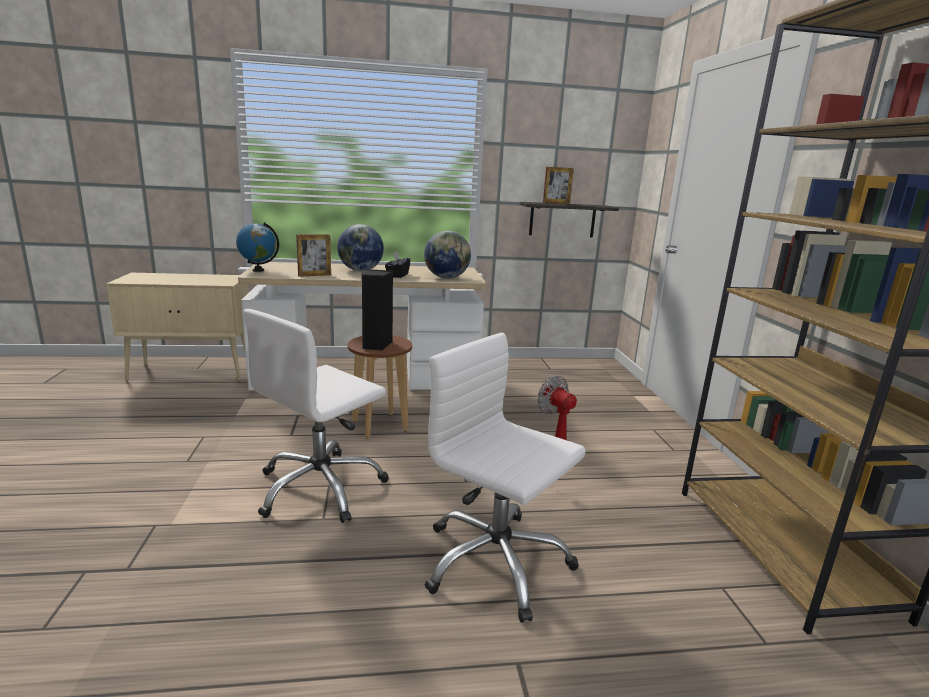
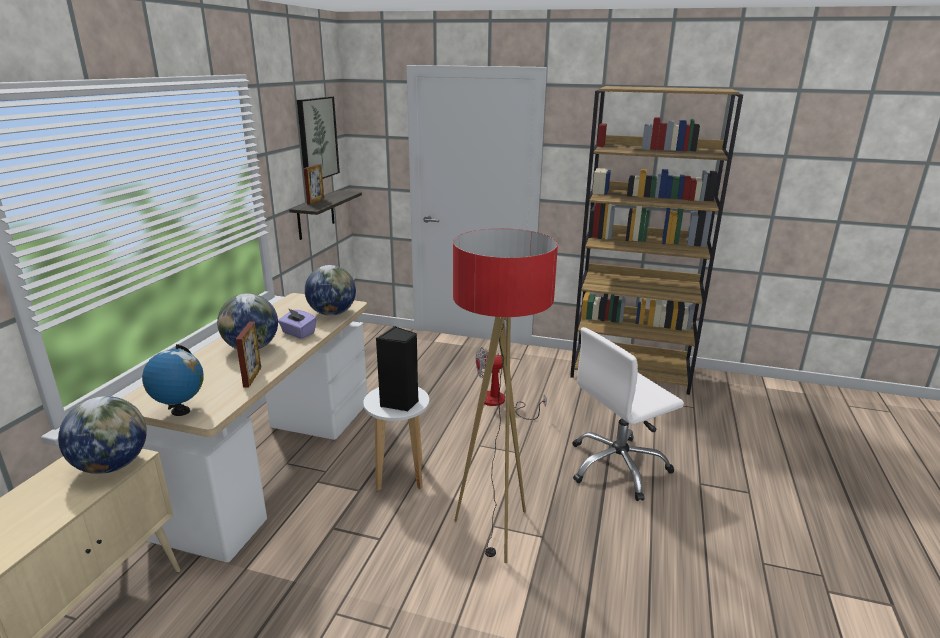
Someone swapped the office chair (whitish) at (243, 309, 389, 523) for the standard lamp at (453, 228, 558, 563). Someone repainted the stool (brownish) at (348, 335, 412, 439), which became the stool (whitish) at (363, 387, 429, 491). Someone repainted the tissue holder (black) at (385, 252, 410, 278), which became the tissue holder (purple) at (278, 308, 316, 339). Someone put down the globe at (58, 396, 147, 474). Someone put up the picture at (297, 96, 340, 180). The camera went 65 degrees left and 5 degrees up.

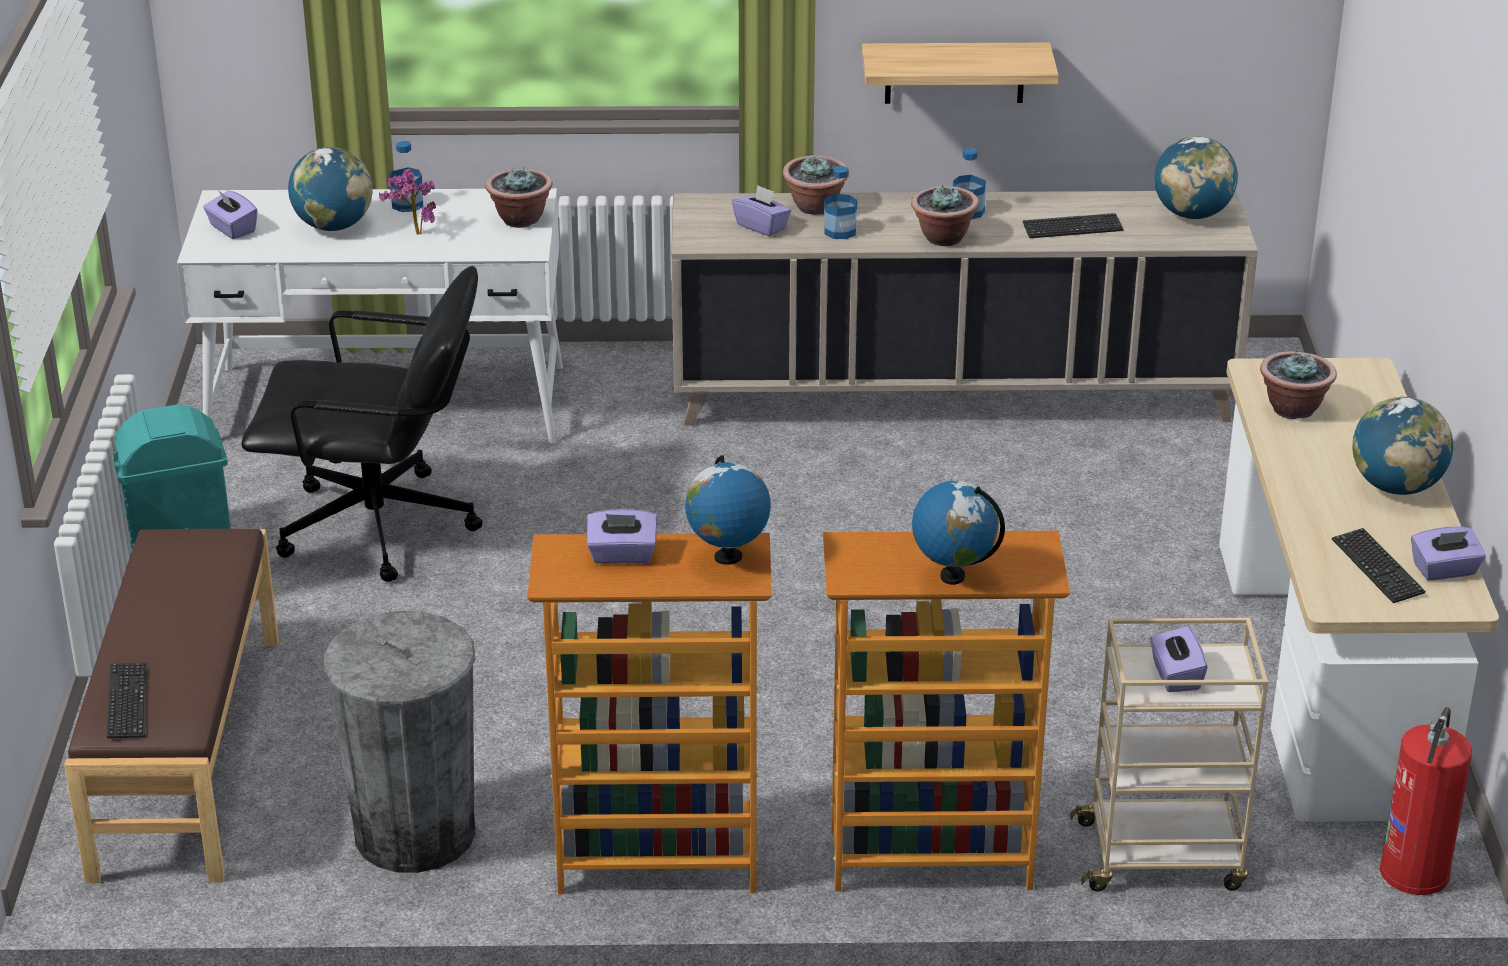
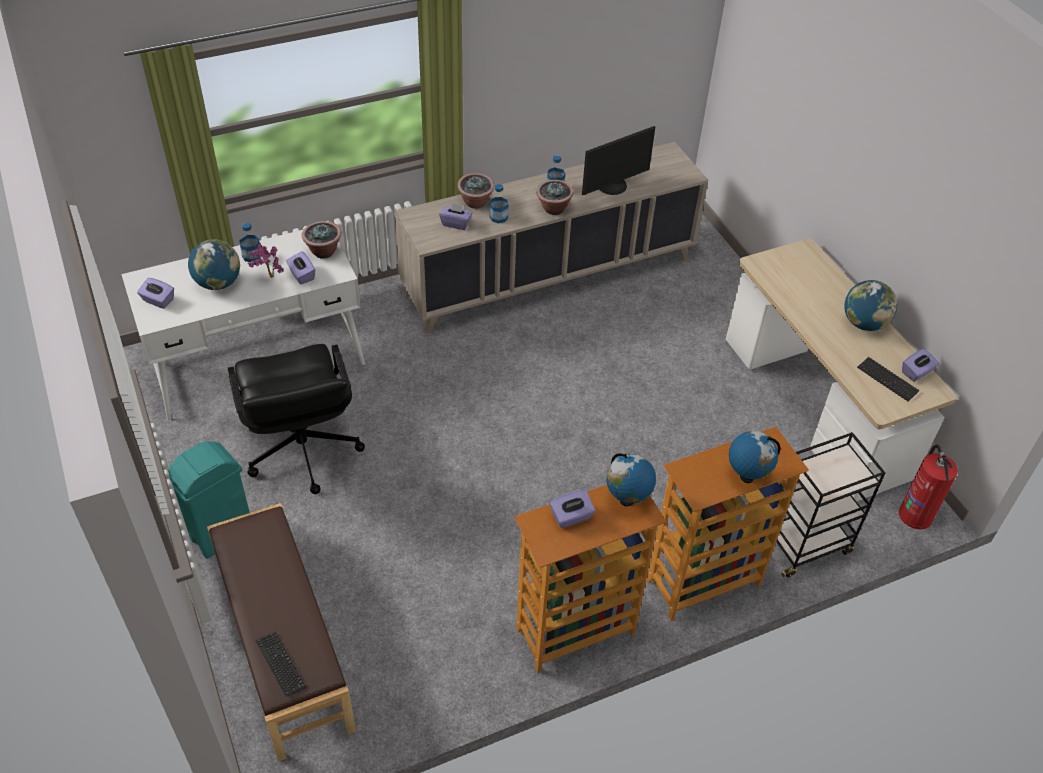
Someone rotated the office chair (black) at (242, 266, 483, 582) by 90 degrees clockwise. Someone took away the trash can (greyish) at (324, 611, 476, 873). Someone took away the wall shelf at (862, 43, 1059, 104). Someone swapped the computer keyboard at (1022, 213, 1124, 238) for the computer display at (582, 126, 655, 195). Someone repainted the wheeled cart (beige) at (1070, 618, 1268, 892), which became the wheeled cart (black) at (771, 432, 885, 577). Someone carried the tissue holder (purple) from (1150, 626, 1208, 692) to (286, 251, 315, 284). Someone took away the globe at (1154, 136, 1238, 219). Someone took away the houseplant at (1260, 351, 1337, 419). The camera went 25 degrees left and 15 degrees up.

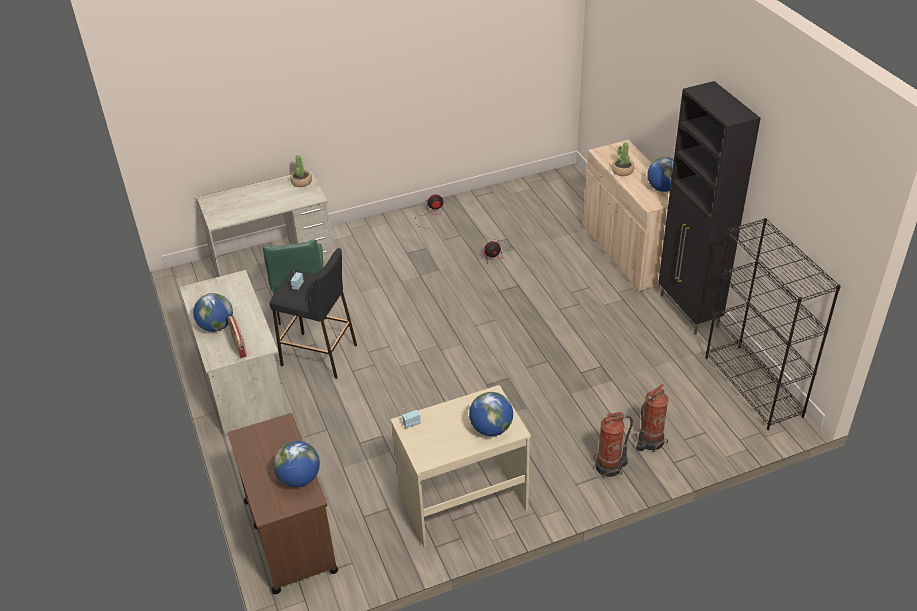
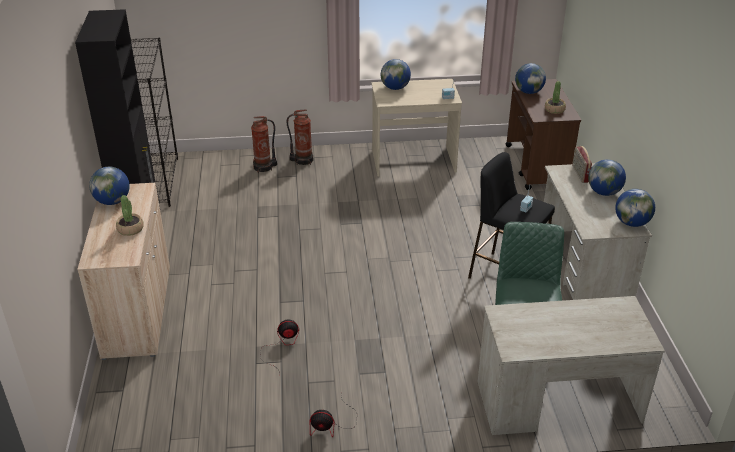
Someone carried the houseplant from (290, 155, 312, 187) to (545, 81, 566, 114). Someone put down the globe at (615, 189, 655, 227). The camera went 165 degrees left and 5 degrees down.

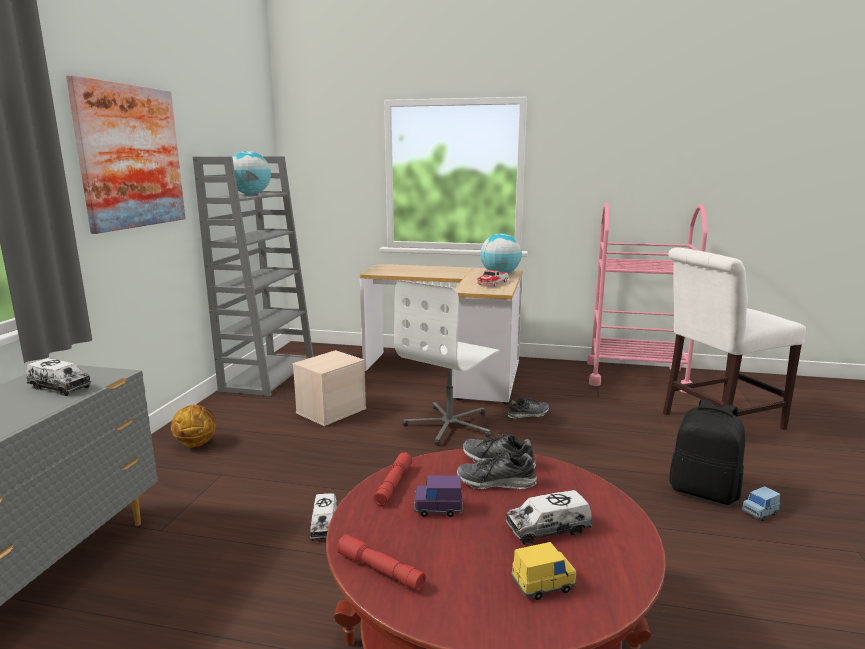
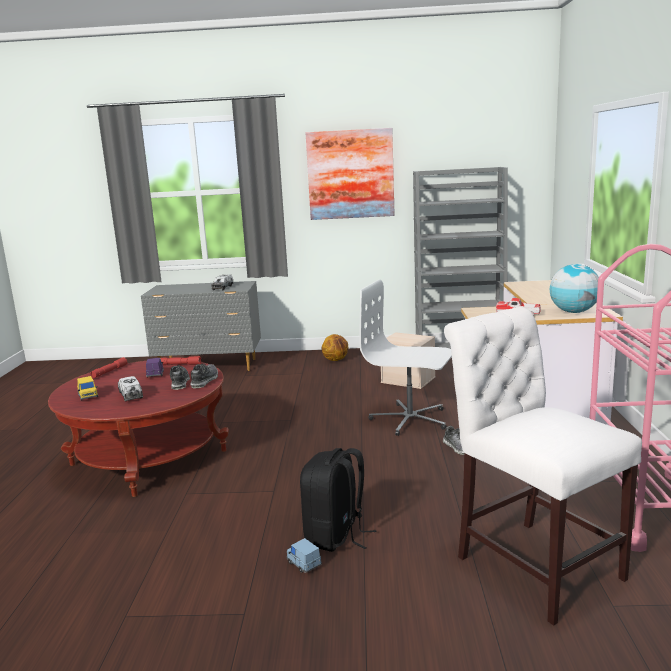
Someone took away the globe at (232, 151, 271, 194). Someone took away the toy truck at (310, 493, 337, 541). The camera went 80 degrees right and 0 degrees up.

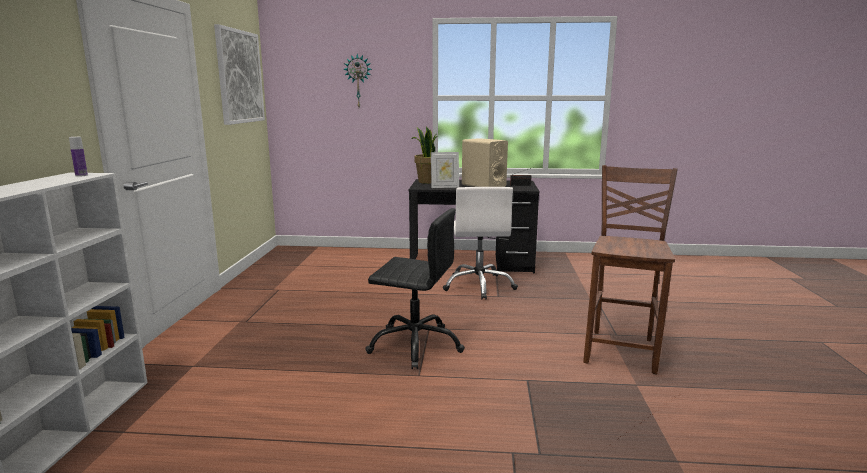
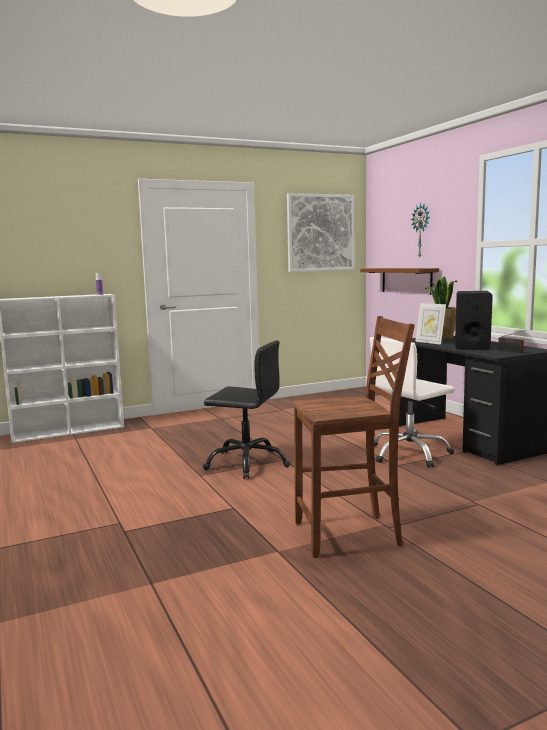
Someone rotated the office chair (black) at (365, 208, 465, 369) by 60 degrees counterclockwise. Someone repainted the audio speaker (beige) at (462, 138, 508, 187), which became the audio speaker (black) at (455, 291, 493, 350). Someone put up the wall shelf (brownish) at (360, 268, 439, 295). The camera went 60 degrees right and 5 degrees down.

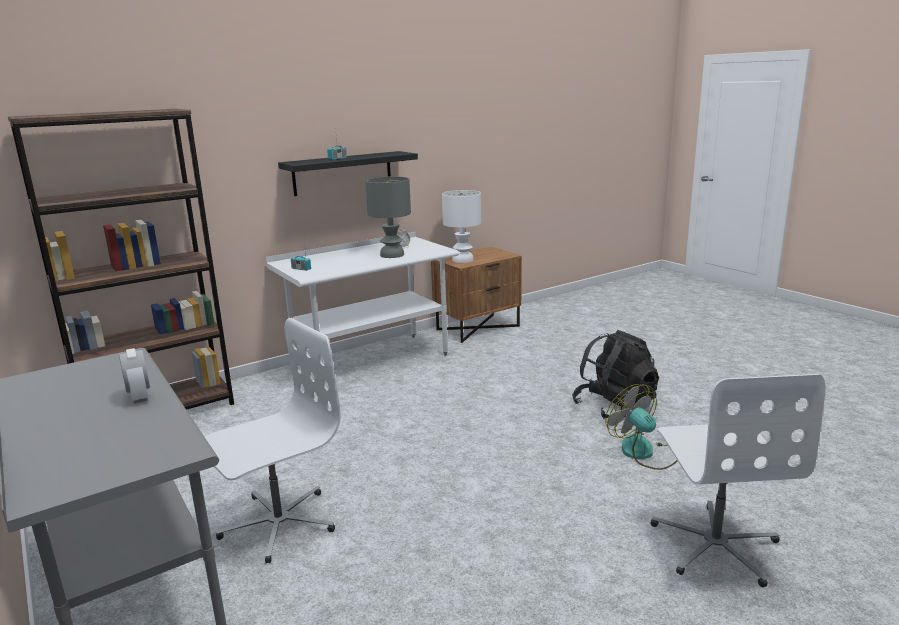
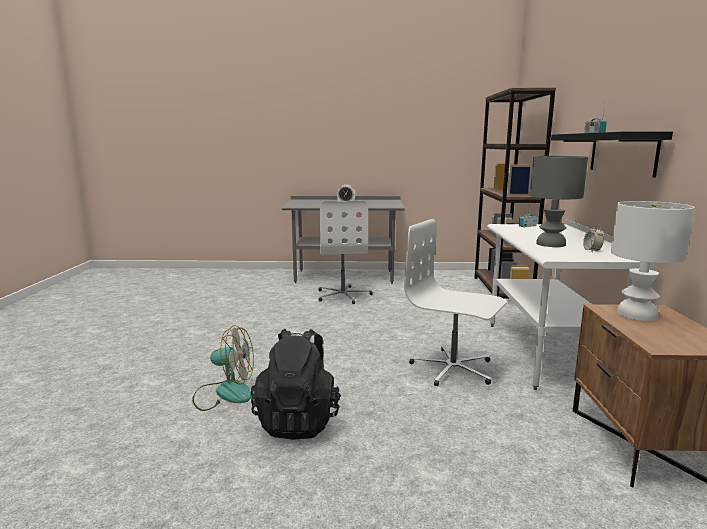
Someone carried the office chair (whitish) from (651, 374, 825, 587) to (404, 219, 507, 386). The camera went 125 degrees right and 5 degrees down.

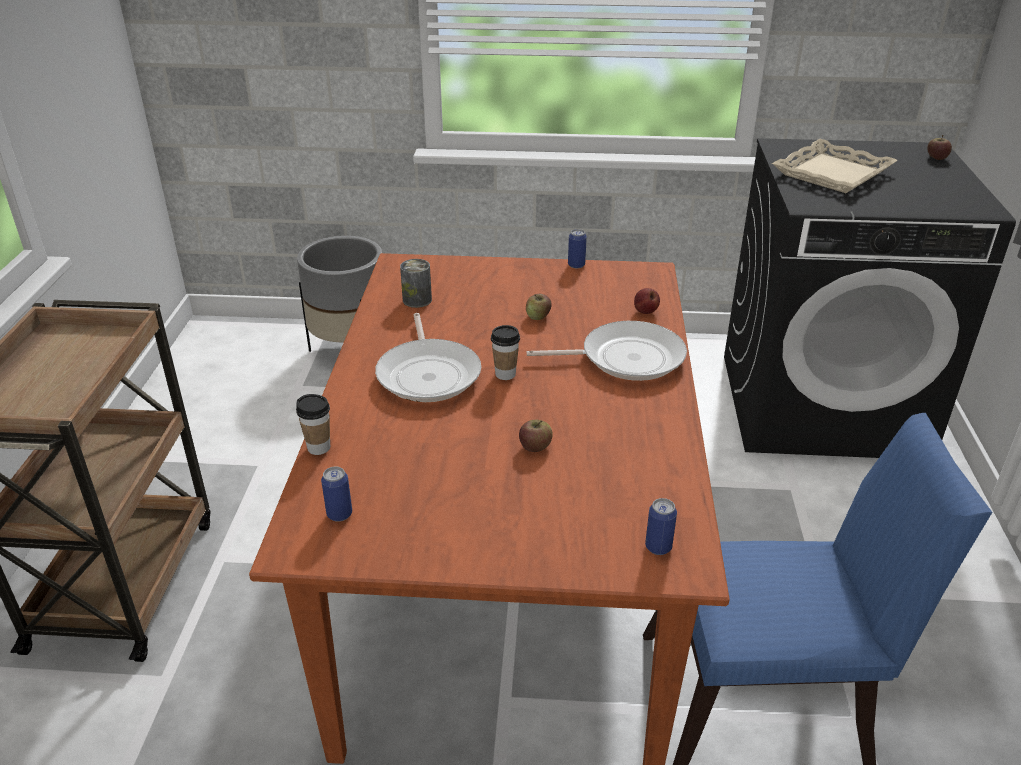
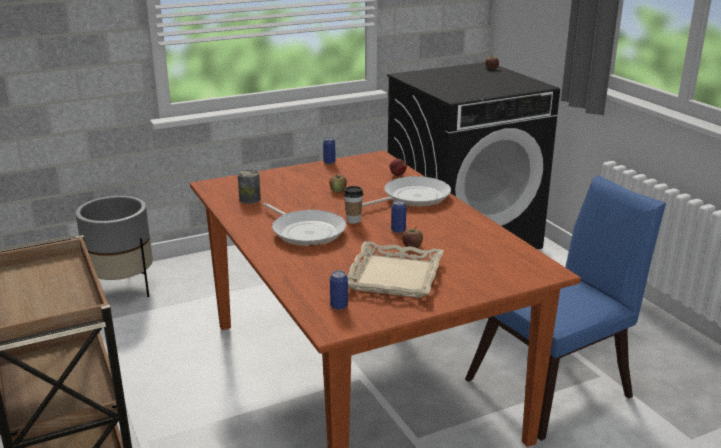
Someone took away the cup at (296, 394, 330, 455). Someone carried the can from (645, 498, 677, 555) to (391, 200, 406, 233). Someone carried the tray (beige) from (772, 139, 898, 193) to (347, 241, 444, 298). The camera went 30 degrees left and 10 degrees down.

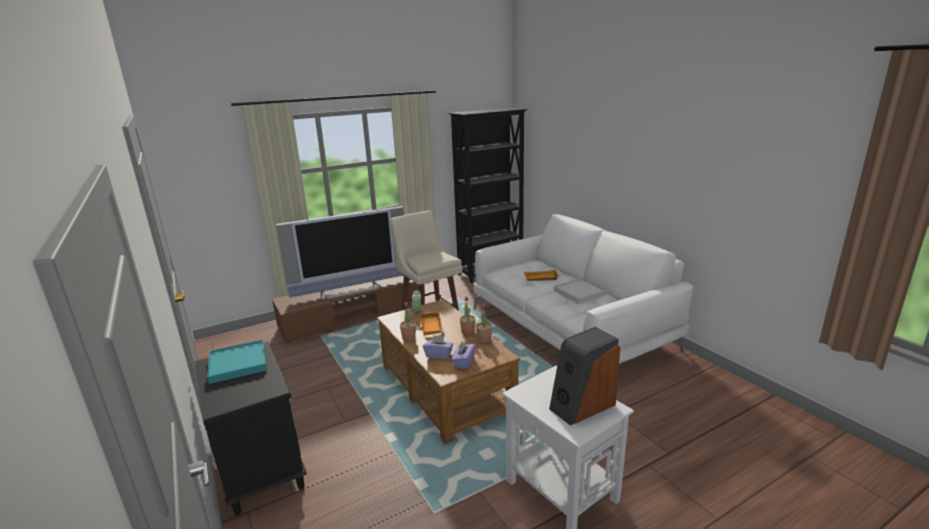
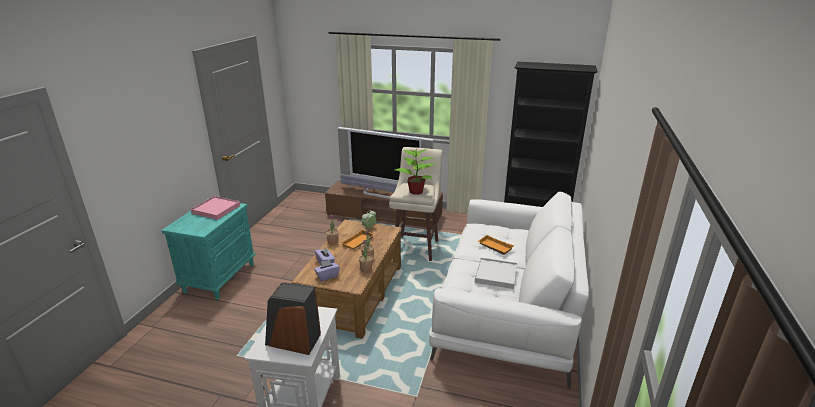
Someone repainted the nightstand (black) at (195, 342, 307, 515), which became the nightstand (turquoise-coloured) at (161, 199, 256, 300). Someone repainted the tray (turquoise-coloured) at (207, 340, 267, 384), which became the tray (pink) at (191, 196, 240, 220). Someone put down the houseplant at (395, 147, 435, 195). The camera went 45 degrees right and 5 degrees up.

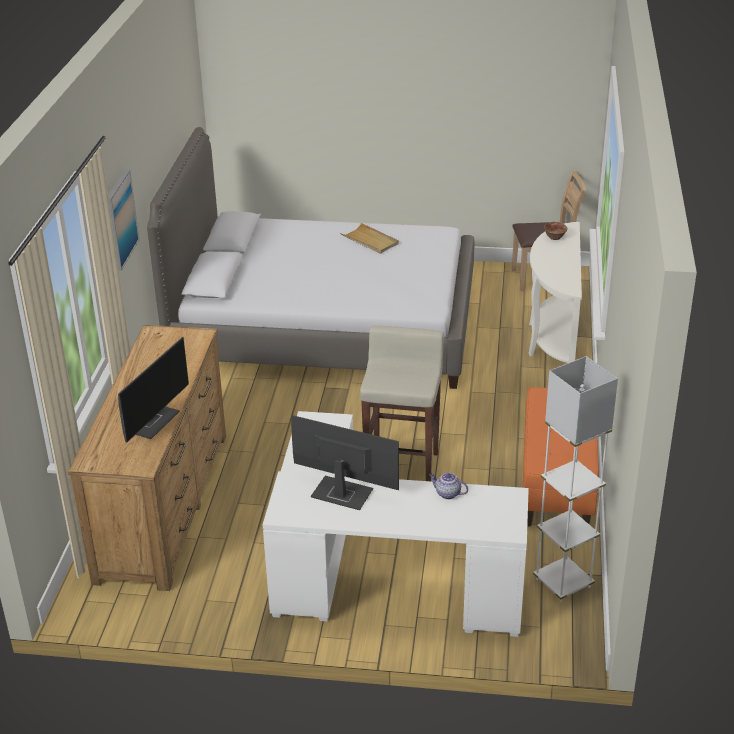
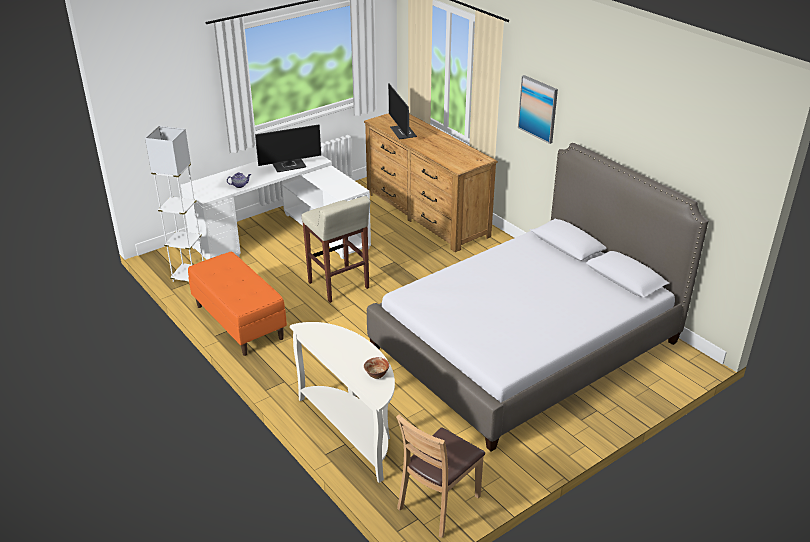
Someone took away the tray (beige) at (340, 223, 399, 254). The camera went 135 degrees right and 0 degrees up.

